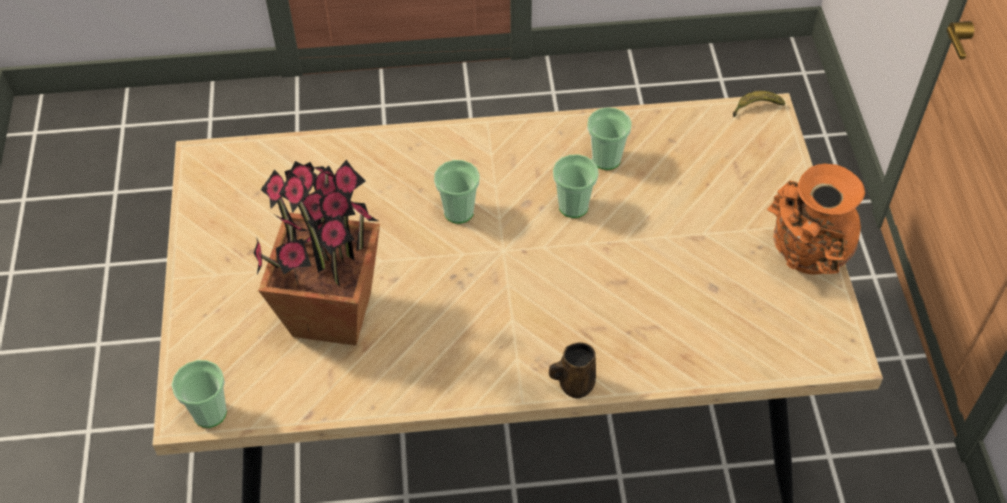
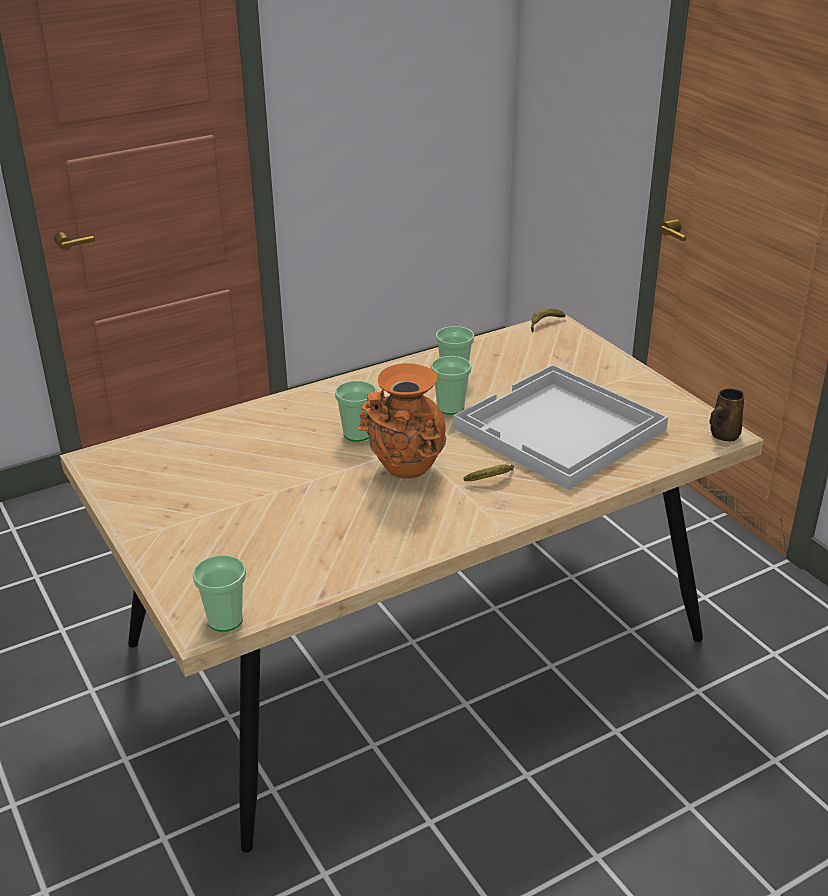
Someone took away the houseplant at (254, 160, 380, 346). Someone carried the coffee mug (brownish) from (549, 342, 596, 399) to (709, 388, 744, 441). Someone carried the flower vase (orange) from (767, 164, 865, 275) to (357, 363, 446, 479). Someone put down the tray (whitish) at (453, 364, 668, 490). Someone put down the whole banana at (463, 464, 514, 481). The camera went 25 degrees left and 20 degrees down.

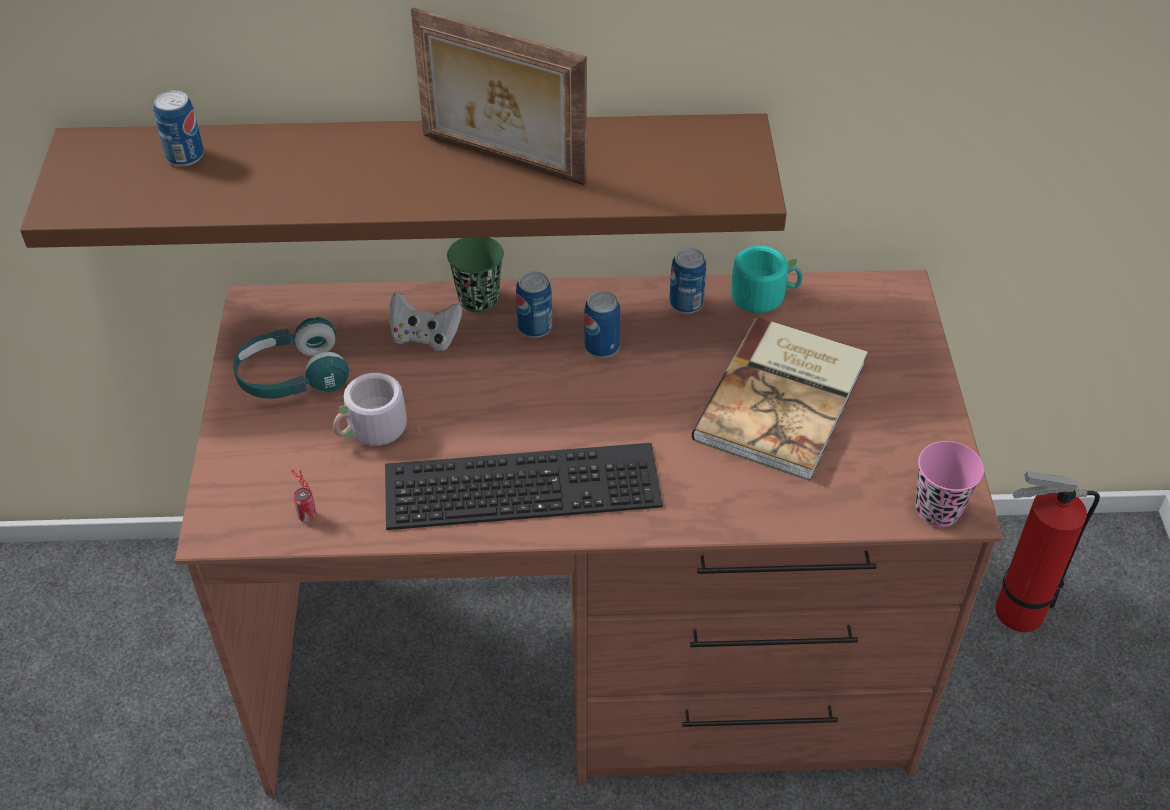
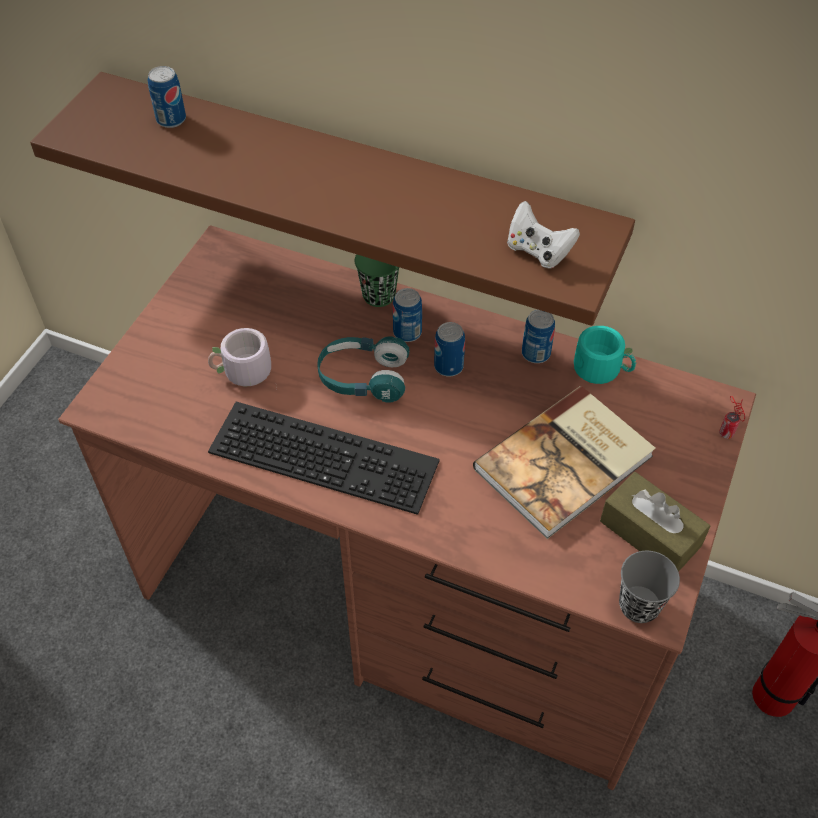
Someone carried the headphones (turquoise-coloured) from (233, 317, 349, 399) to (317, 336, 410, 403). Someone carried the can from (292, 470, 317, 522) to (719, 396, 745, 439). Someone carried the gamepad (whitish) from (389, 292, 462, 351) to (507, 201, 580, 268). Someone took away the photo frame at (411, 7, 587, 186). Someone repainted the cup (pink) at (915, 441, 984, 527), which became the cup (greyish) at (619, 551, 680, 623). Someone put down the tissue holder (brownish) at (600, 472, 710, 572). The camera went 25 degrees right and 5 degrees up.

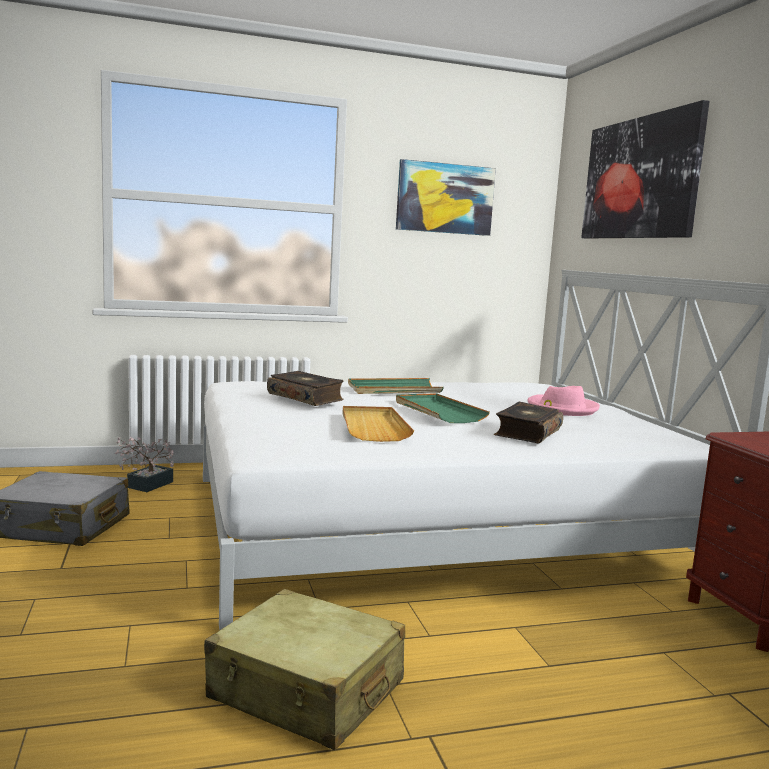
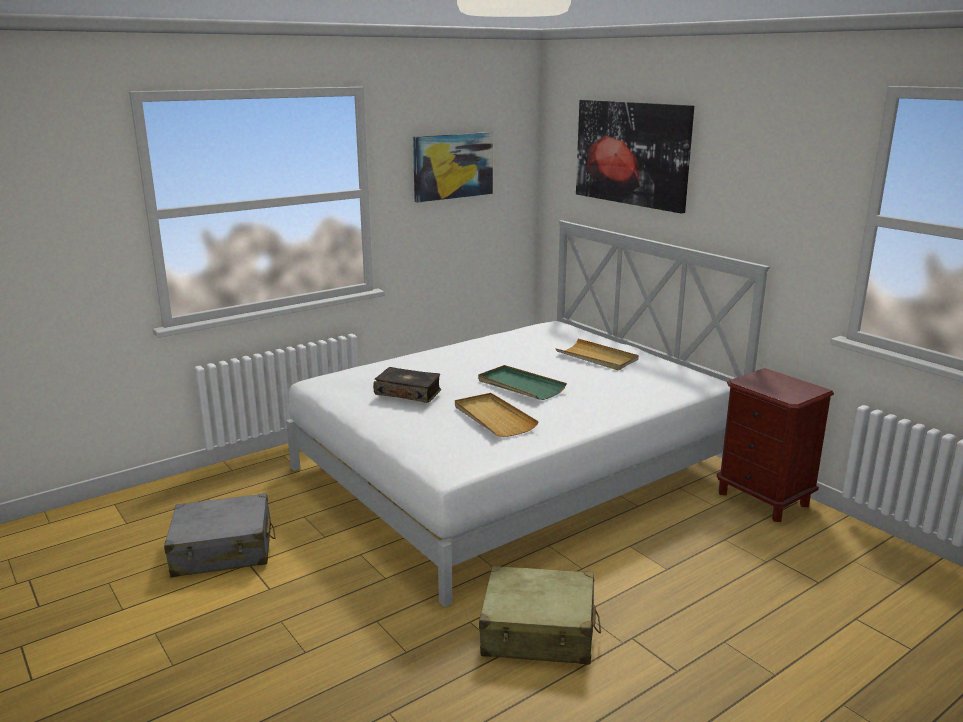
Someone took away the houseplant at (115, 437, 174, 492). Someone took away the tray (greenish) at (348, 378, 444, 394). Someone took away the book at (494, 402, 563, 443). Someone swapped the hat (pink) at (528, 386, 600, 416) for the tray (beige) at (556, 339, 639, 370). The camera went 20 degrees left and 10 degrees up.

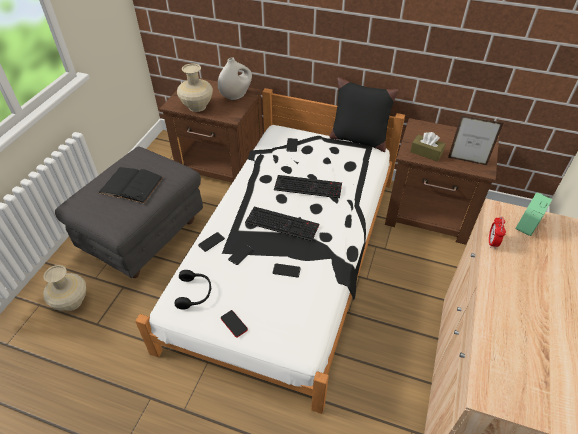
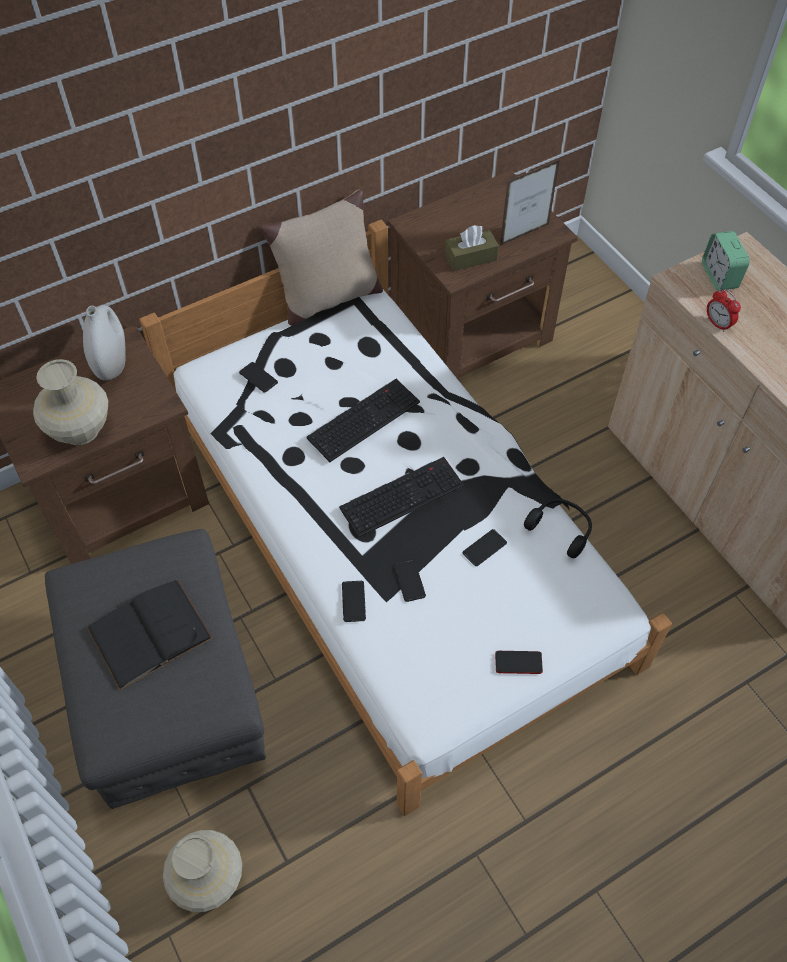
Someone carried the headphones (black) from (174, 270, 211, 310) to (524, 499, 592, 558). Someone repainted the pillow (black) at (330, 77, 398, 152), which became the pillow (beige) at (259, 189, 383, 326). The camera went 50 degrees left and 10 degrees up.

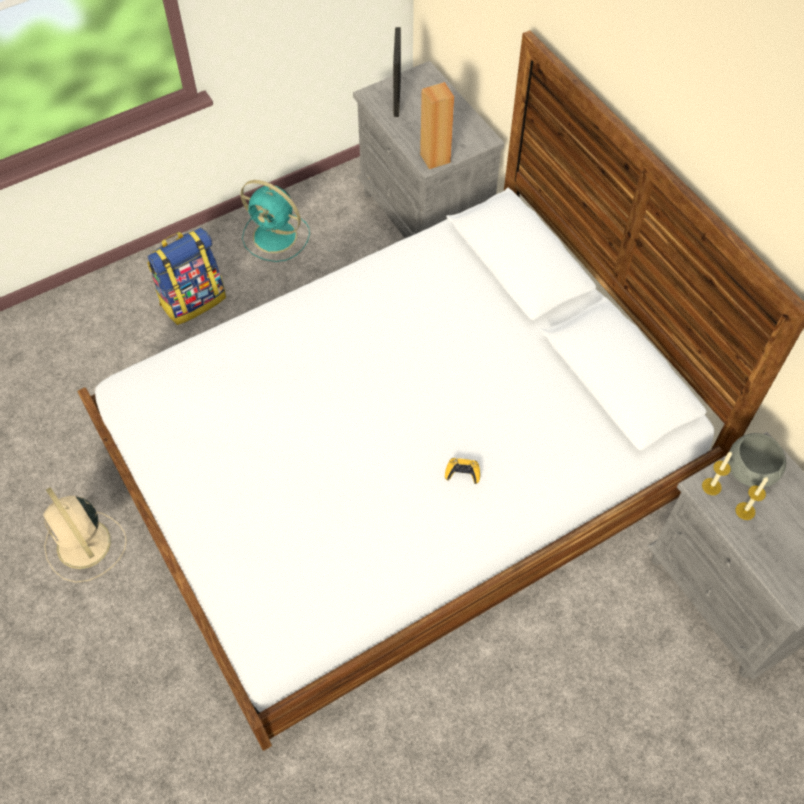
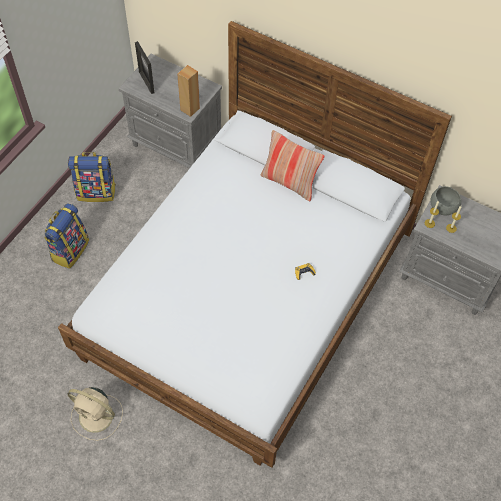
Someone swapped the electric fan (turquoise-coloured) at (241, 180, 310, 262) for the backpack at (68, 152, 116, 202). Someone put down the pillow at (261, 130, 324, 201). The camera went 30 degrees left and 0 degrees up.

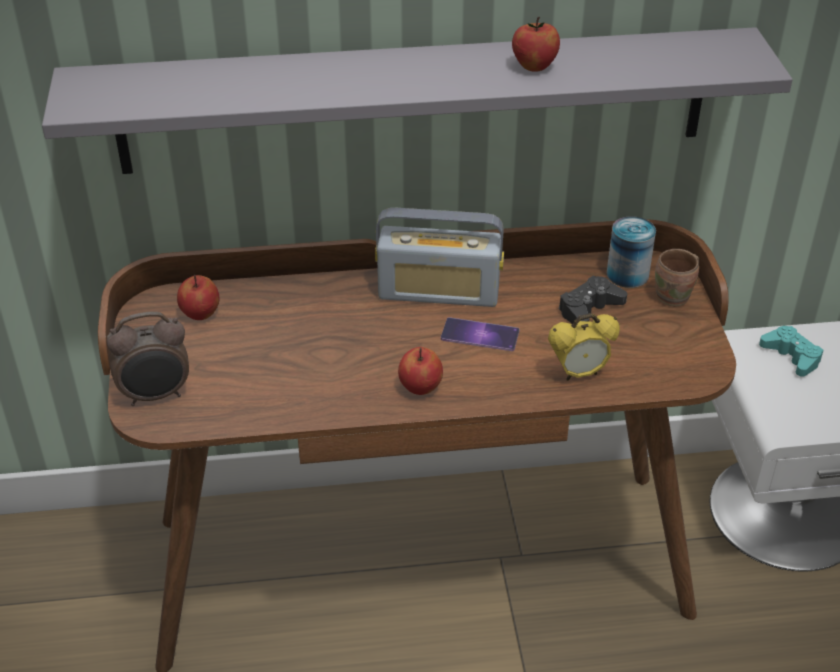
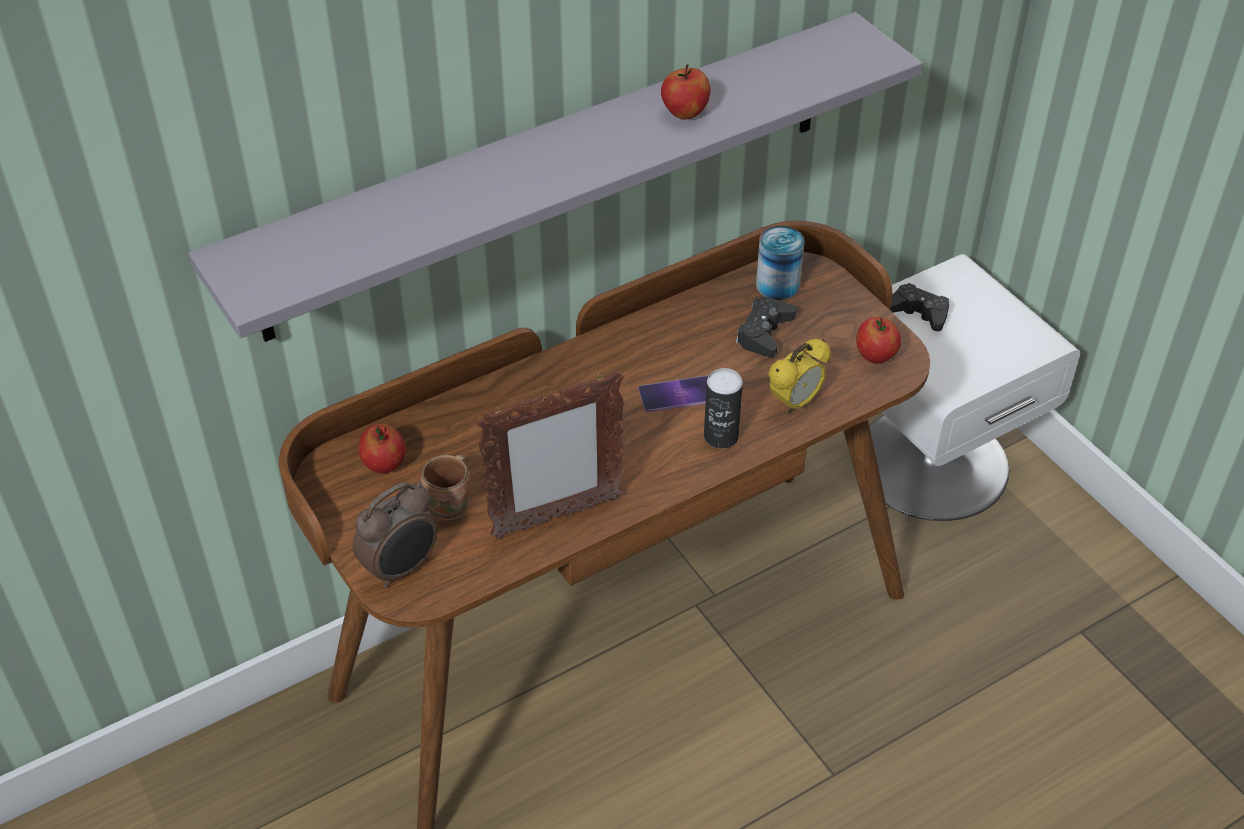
Someone took away the radio at (375, 208, 504, 307). Someone carried the apple from (398, 347, 443, 395) to (856, 317, 901, 363). Someone carried the coffee mug (brownish) from (655, 249, 699, 306) to (421, 455, 471, 520). Someone repainted the gamepad (turquoise-coloured) at (759, 326, 823, 377), which became the gamepad (black) at (890, 283, 949, 331). Someone put down the photo frame at (476, 371, 624, 539). Someone put down the can at (704, 368, 743, 449). The camera went 25 degrees left and 5 degrees up.

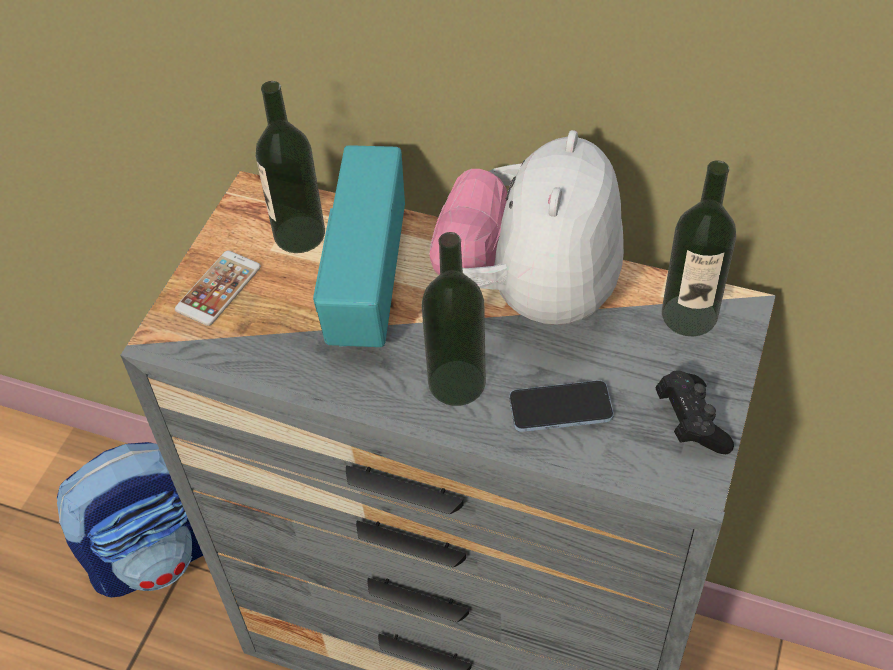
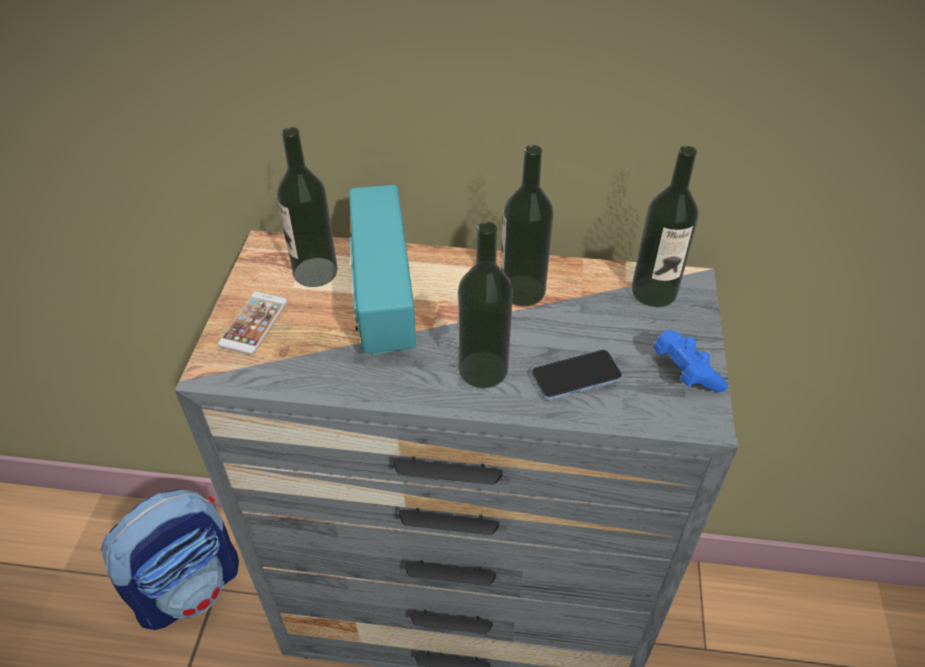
Someone swapped the soft toy at (429, 130, 624, 325) for the bottle at (501, 145, 554, 306). Someone repainted the gamepad (black) at (656, 370, 734, 454), which became the gamepad (bluish) at (653, 330, 727, 392). The camera went 15 degrees left and 5 degrees down.

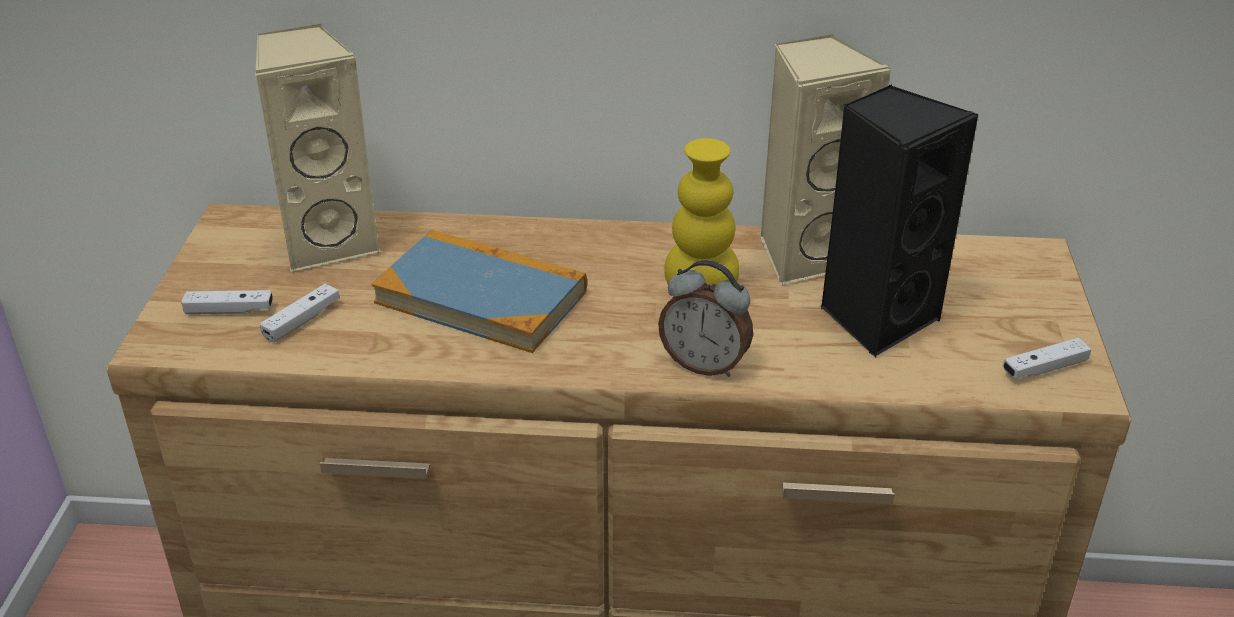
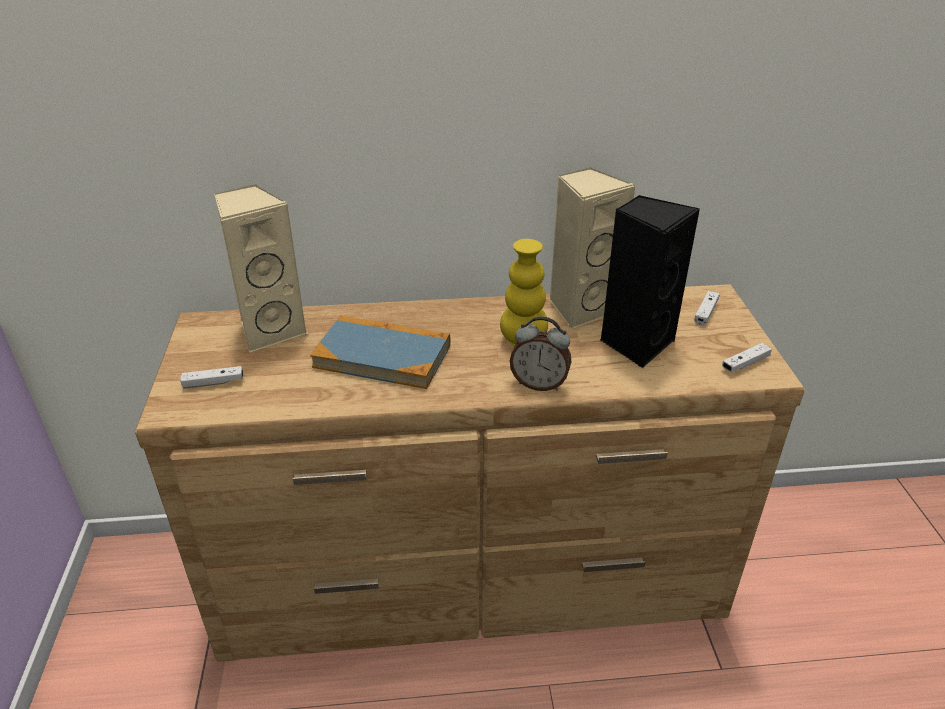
Someone carried the gamepad (whitish) from (260, 284, 340, 342) to (694, 291, 720, 326). The camera went 10 degrees left and 0 degrees up.

